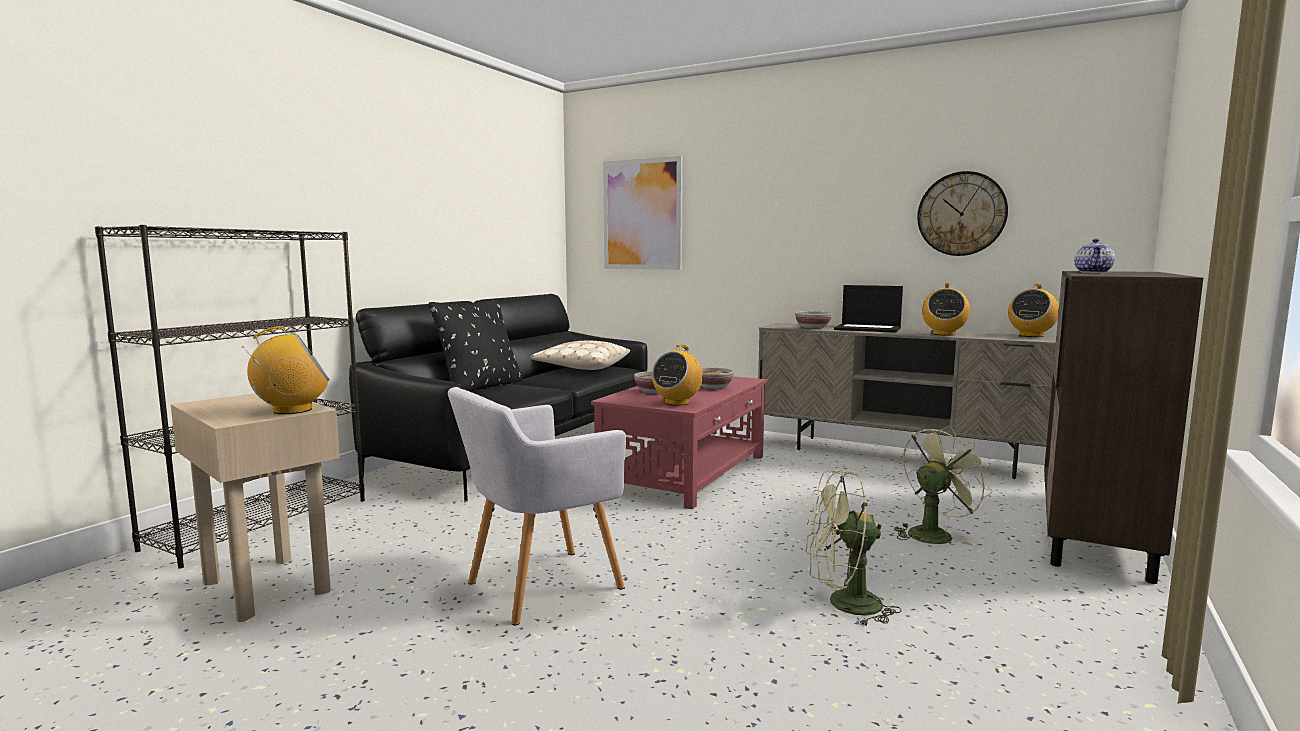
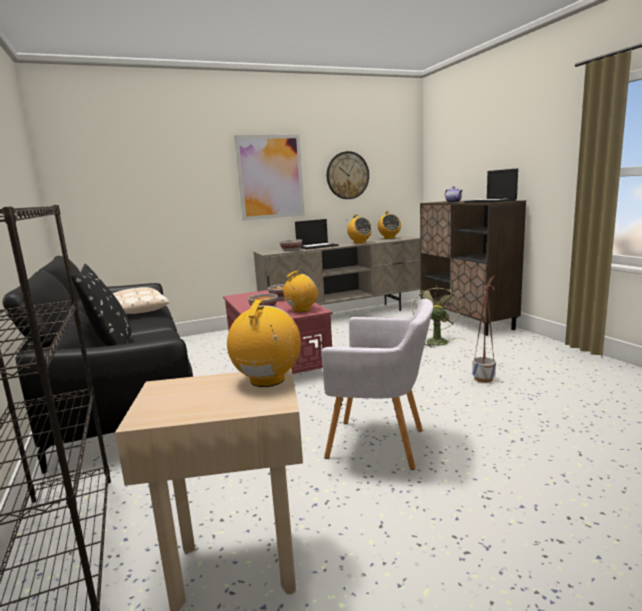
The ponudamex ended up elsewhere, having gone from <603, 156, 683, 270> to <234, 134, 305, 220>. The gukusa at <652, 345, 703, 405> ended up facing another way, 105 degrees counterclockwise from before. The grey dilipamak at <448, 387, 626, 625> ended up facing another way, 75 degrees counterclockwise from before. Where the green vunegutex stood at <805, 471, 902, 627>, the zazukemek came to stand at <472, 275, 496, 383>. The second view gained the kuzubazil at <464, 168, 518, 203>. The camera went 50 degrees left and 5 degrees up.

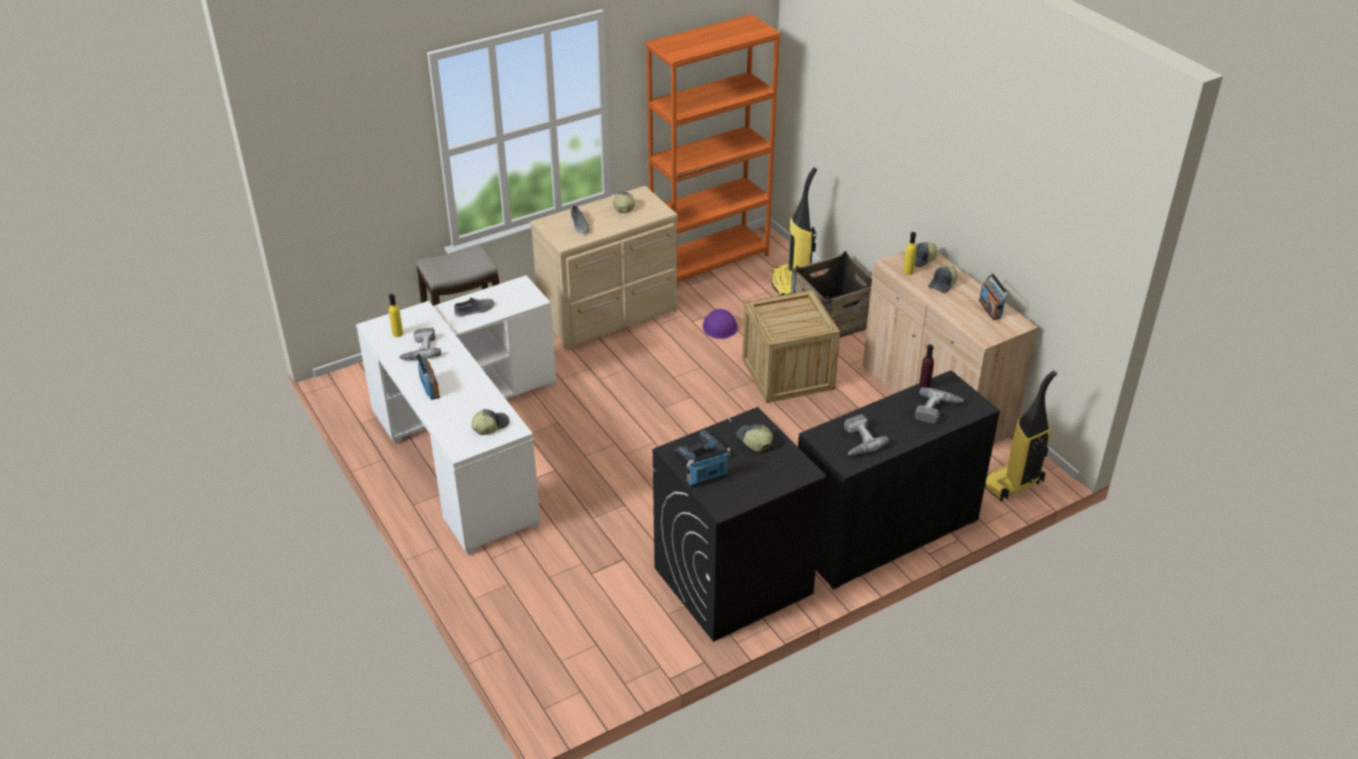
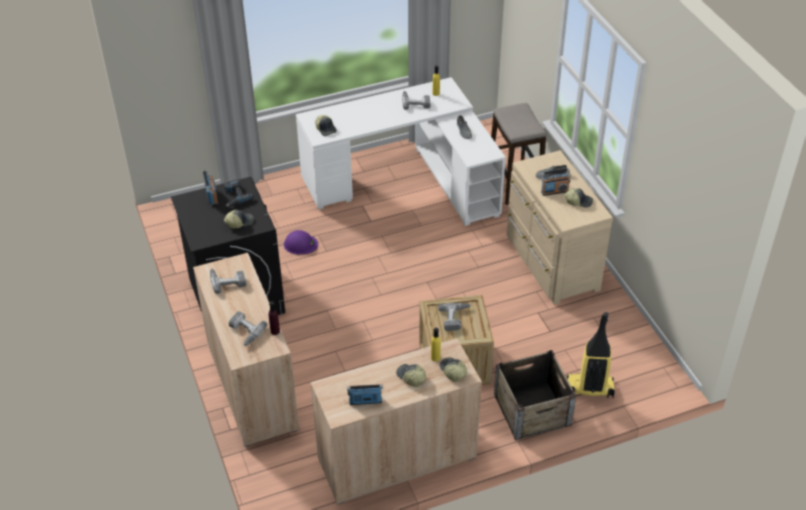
The second view lost the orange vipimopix at <646, 14, 781, 282>. The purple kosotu ended up elsewhere, having gone from <703, 309, 738, 339> to <284, 230, 318, 255>. The gukusa ended up elsewhere, having gone from <416, 353, 440, 400> to <541, 169, 570, 196>. What was the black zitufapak at <798, 370, 1000, 590> turned into the beige zitufapak at <193, 253, 299, 447>. The second view lost the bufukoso at <985, 371, 1057, 501>. The second view gained the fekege at <438, 303, 471, 331>. The camera went 100 degrees right and 5 degrees up.

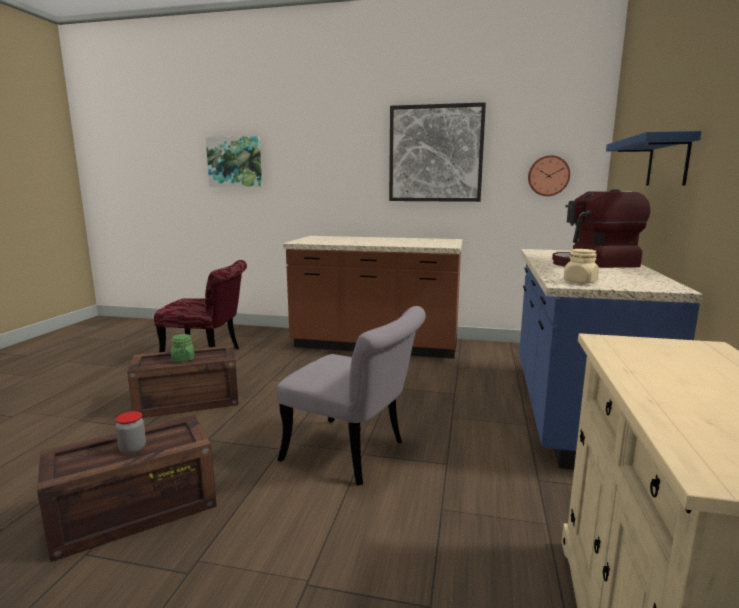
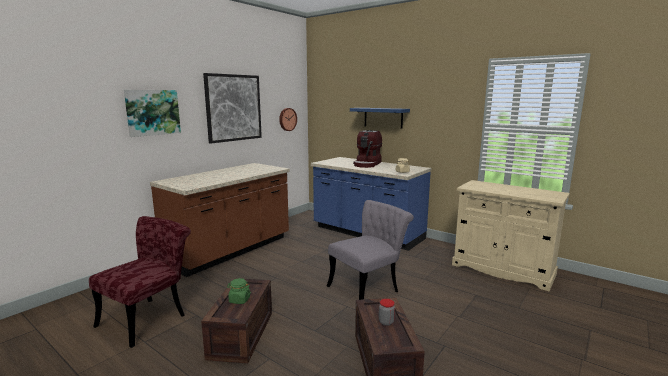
The ponudamex ended up elsewhere, having gone from <206, 136, 262, 187> to <124, 90, 181, 137>. The camera went 65 degrees left and 0 degrees up.

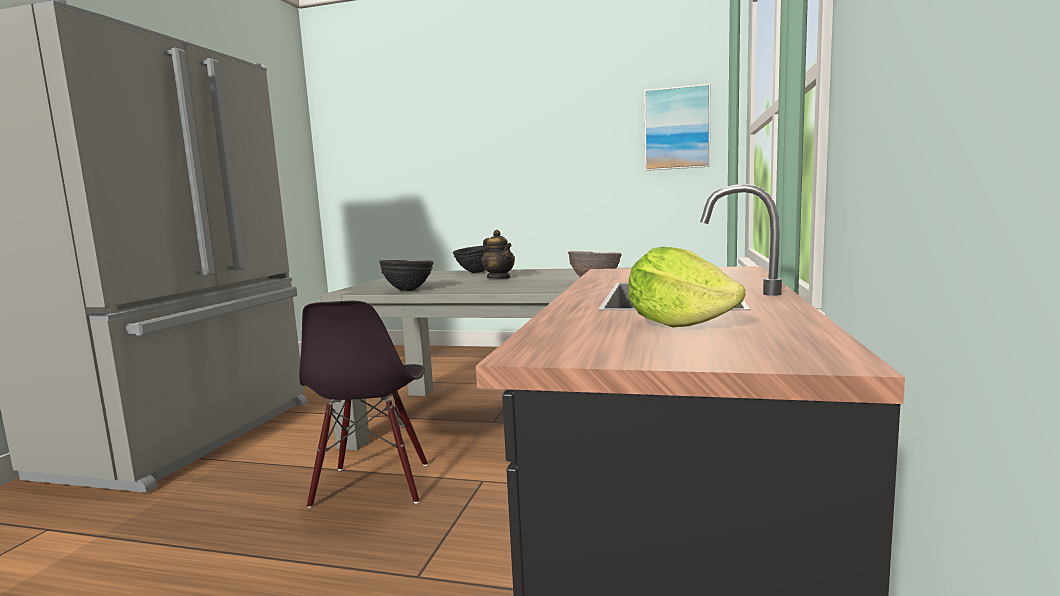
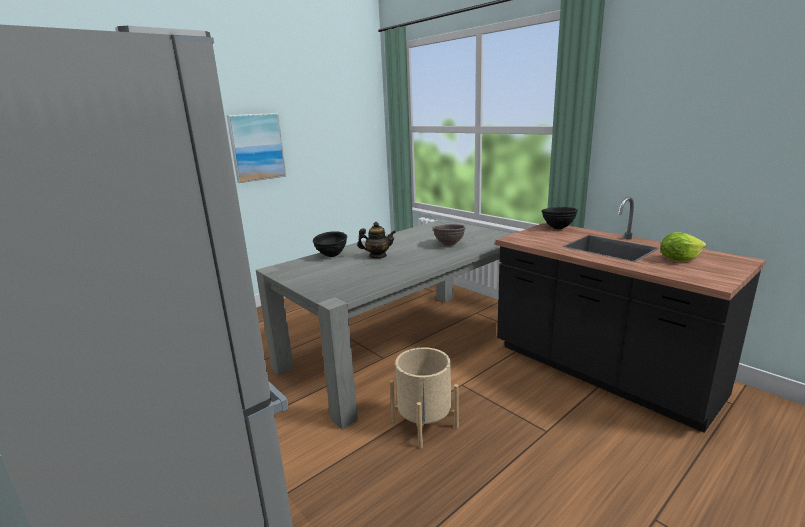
The ponudamex ended up elsewhere, having gone from <644, 84, 710, 171> to <226, 113, 286, 183>. The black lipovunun ended up elsewhere, having gone from <379, 260, 434, 291> to <541, 207, 578, 229>. Where the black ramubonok stood at <299, 301, 428, 508>, the beige zazukemek came to stand at <390, 347, 459, 448>. The camera went 55 degrees left and 10 degrees up.

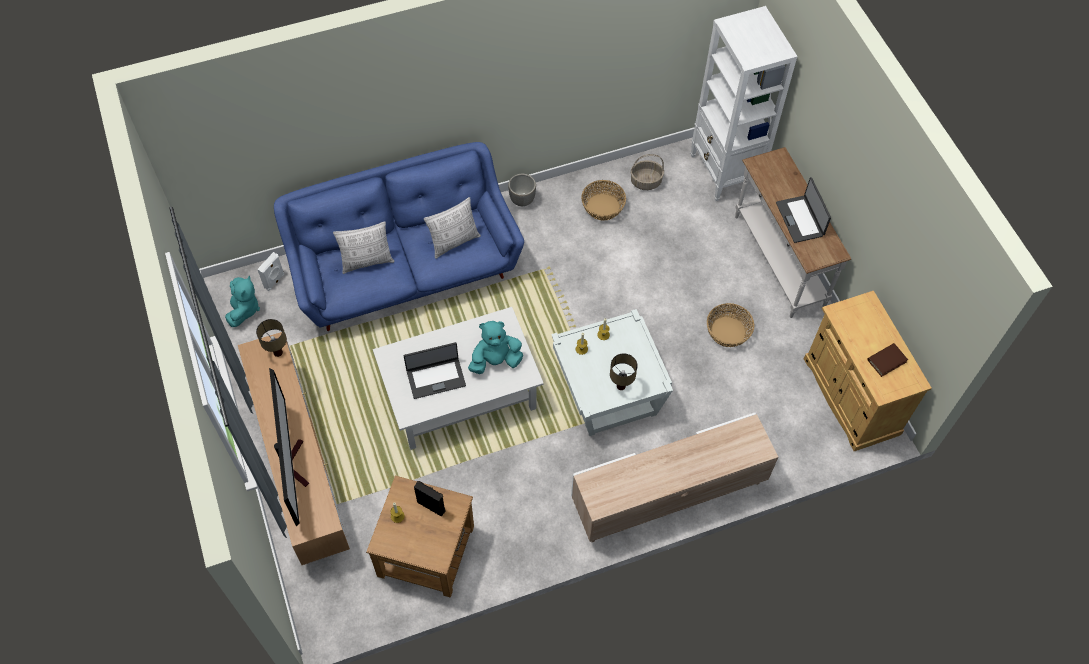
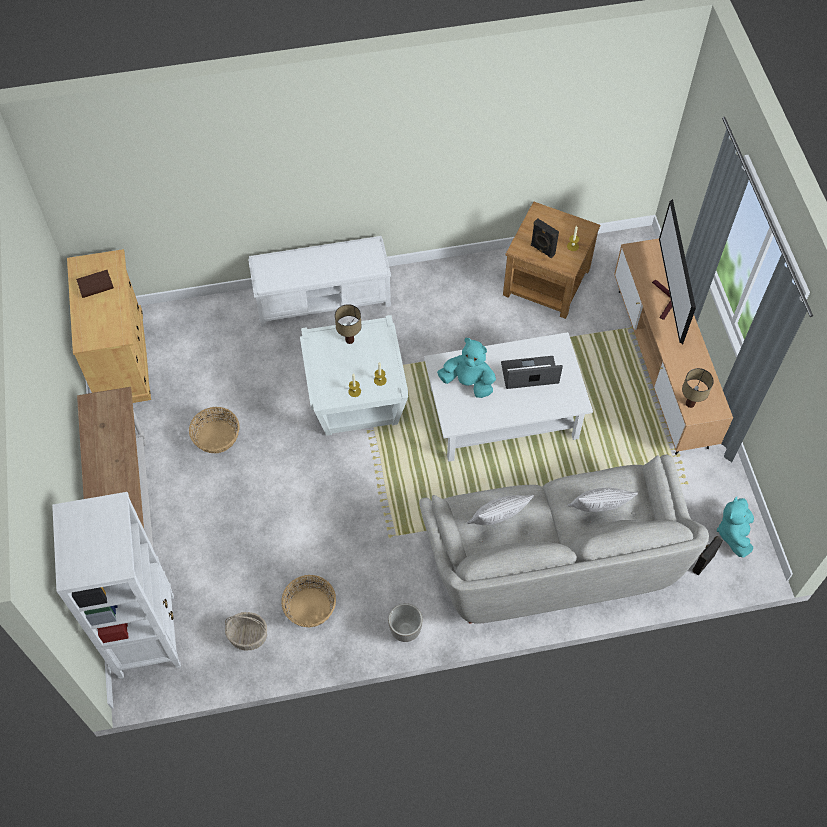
What was the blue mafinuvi at <274, 142, 524, 331> turned into the grey mafinuvi at <419, 455, 709, 624>. The second view lost the kuzubazil at <776, 177, 831, 243>. What was the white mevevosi at <257, 252, 284, 291> turned into the black mevevosi at <693, 536, 723, 575>. The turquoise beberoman at <468, 321, 523, 374> ended up facing another way, 150 degrees counterclockwise from before. Where the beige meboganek stood at <571, 413, 778, 542>, the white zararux came to stand at <248, 236, 391, 327>. The camera went 170 degrees left and 0 degrees up.

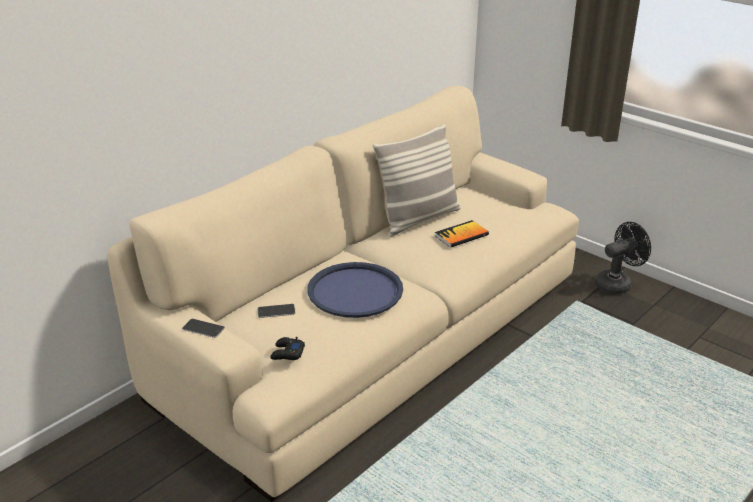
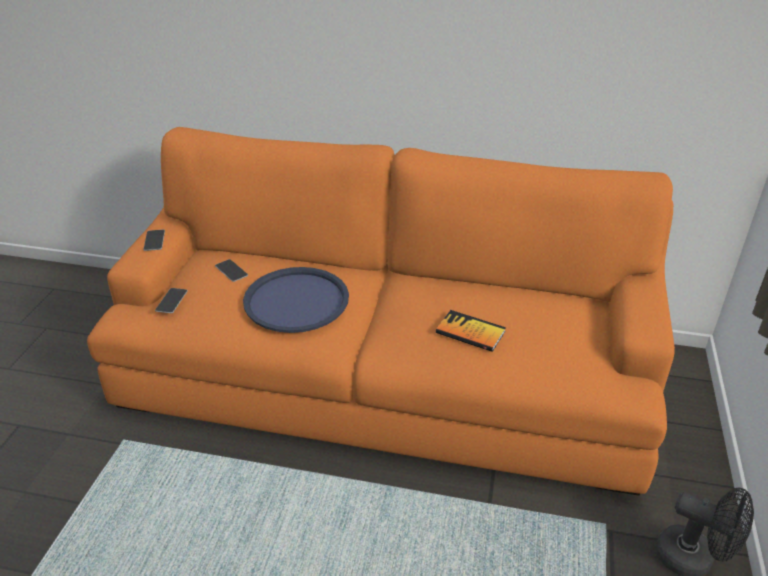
What was the beige mafinuvi at <107, 86, 579, 502> turned into the orange mafinuvi at <87, 127, 675, 496>. The second view lost the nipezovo at <373, 124, 461, 237>. Where the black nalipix stood at <270, 337, 305, 360>, the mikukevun came to stand at <155, 288, 188, 313>. The camera went 60 degrees right and 5 degrees up.

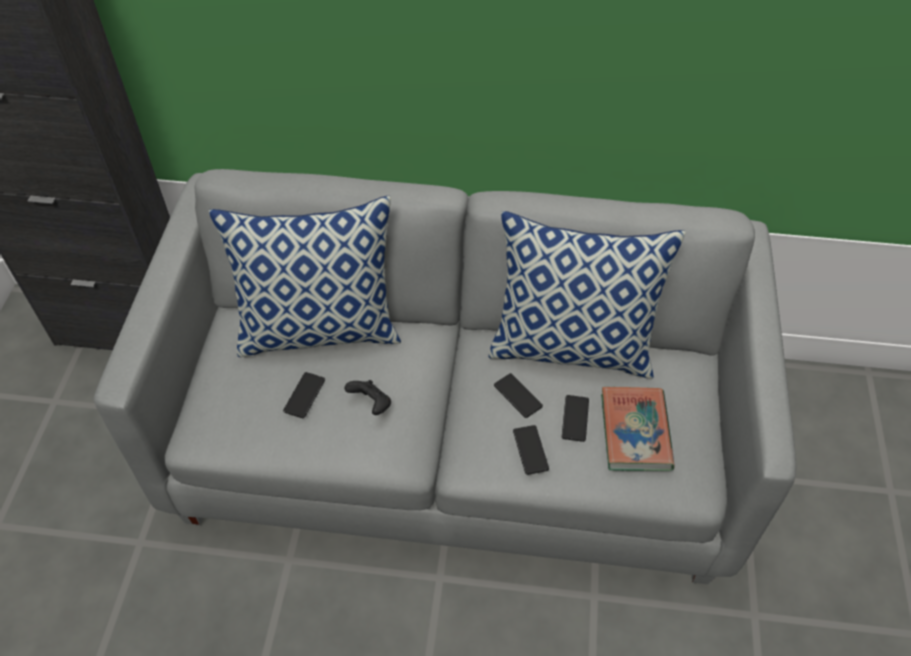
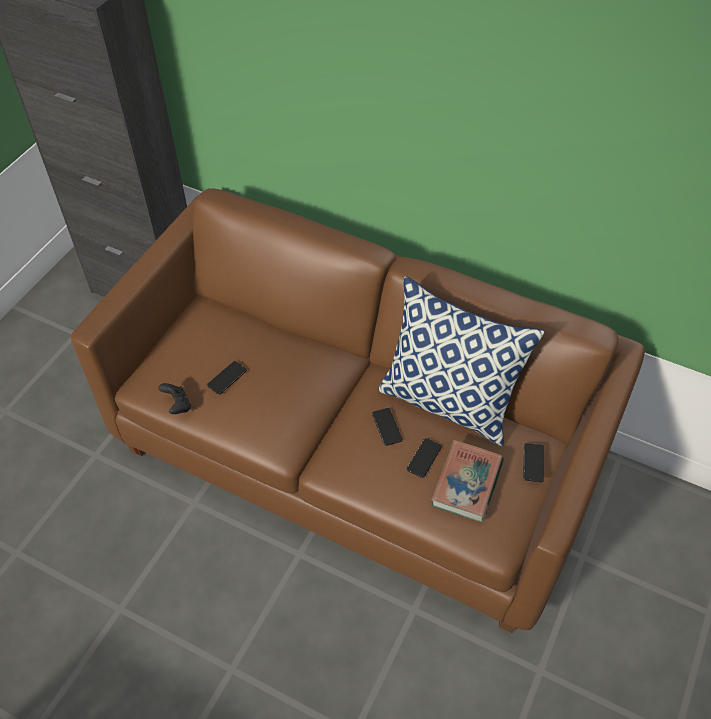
What was the grey mafinuvi at <94, 169, 796, 584> turned into the brown mafinuvi at <71, 188, 645, 633>. The second view lost the nipezovo at <209, 196, 401, 357>. The black nalipix ended up elsewhere, having gone from <344, 380, 391, 415> to <158, 383, 191, 414>. The mikukevun ended up elsewhere, having gone from <513, 425, 549, 475> to <523, 443, 544, 482>. The camera went 20 degrees right and 0 degrees up.

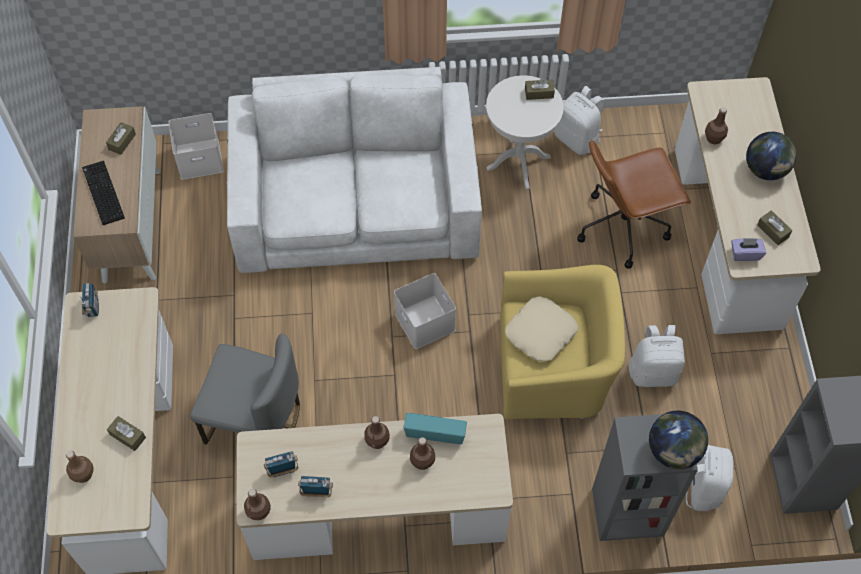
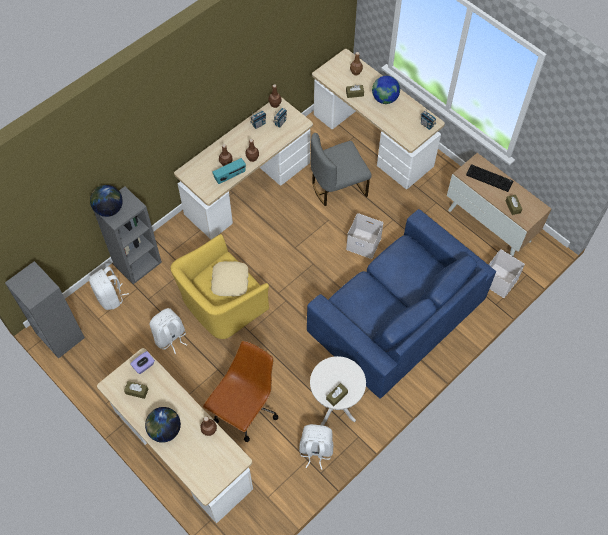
What was the white mafinuvi at <227, 67, 482, 273> turned into the blue mafinuvi at <307, 209, 496, 399>. The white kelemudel ended up elsewhere, having gone from <394, 273, 456, 349> to <346, 213, 384, 259>. The second view gained the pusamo at <372, 76, 400, 104>. The camera went 140 degrees right and 0 degrees up.

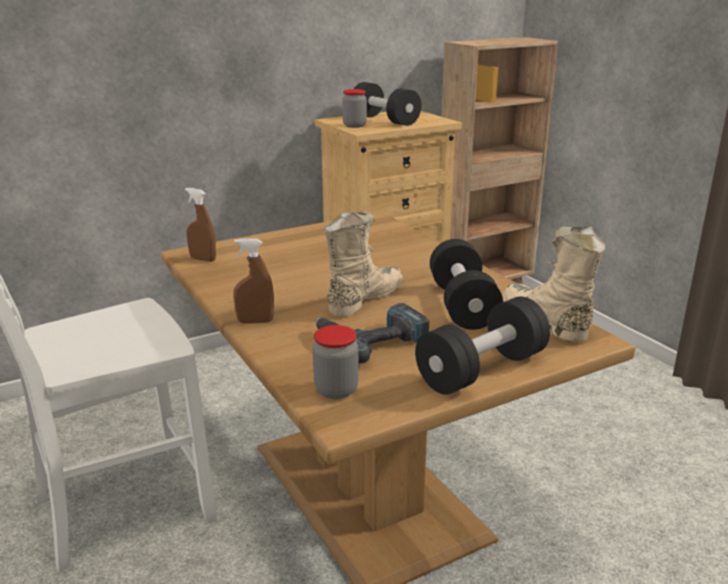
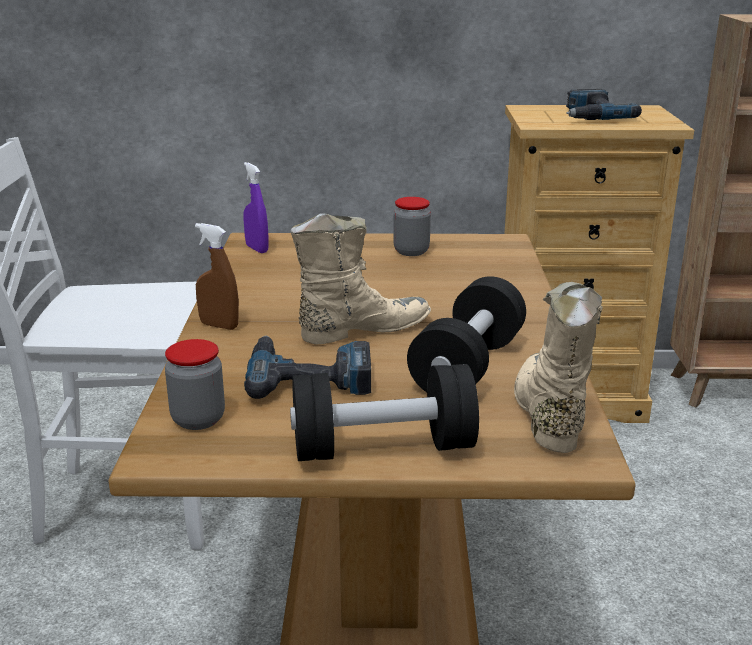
Where the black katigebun stood at <354, 82, 421, 126>, the fekege came to stand at <566, 89, 642, 120>. The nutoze ended up elsewhere, having gone from <342, 89, 367, 128> to <393, 197, 431, 256>. What was the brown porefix at <185, 188, 216, 262> turned into the purple porefix at <243, 162, 269, 253>. The camera went 30 degrees right and 0 degrees up.

